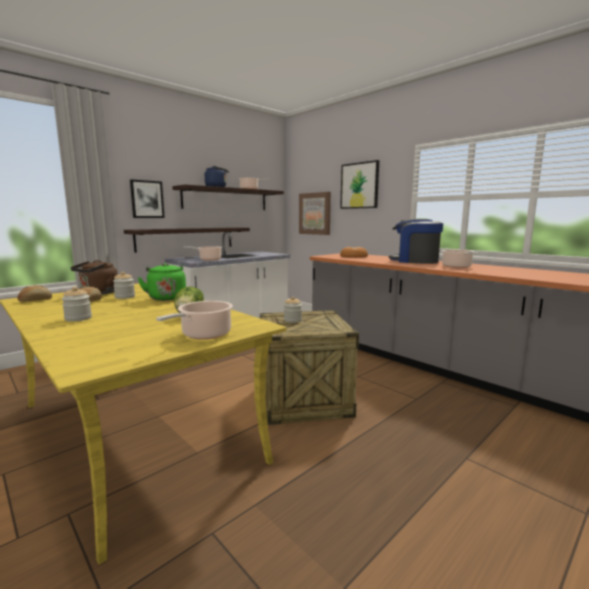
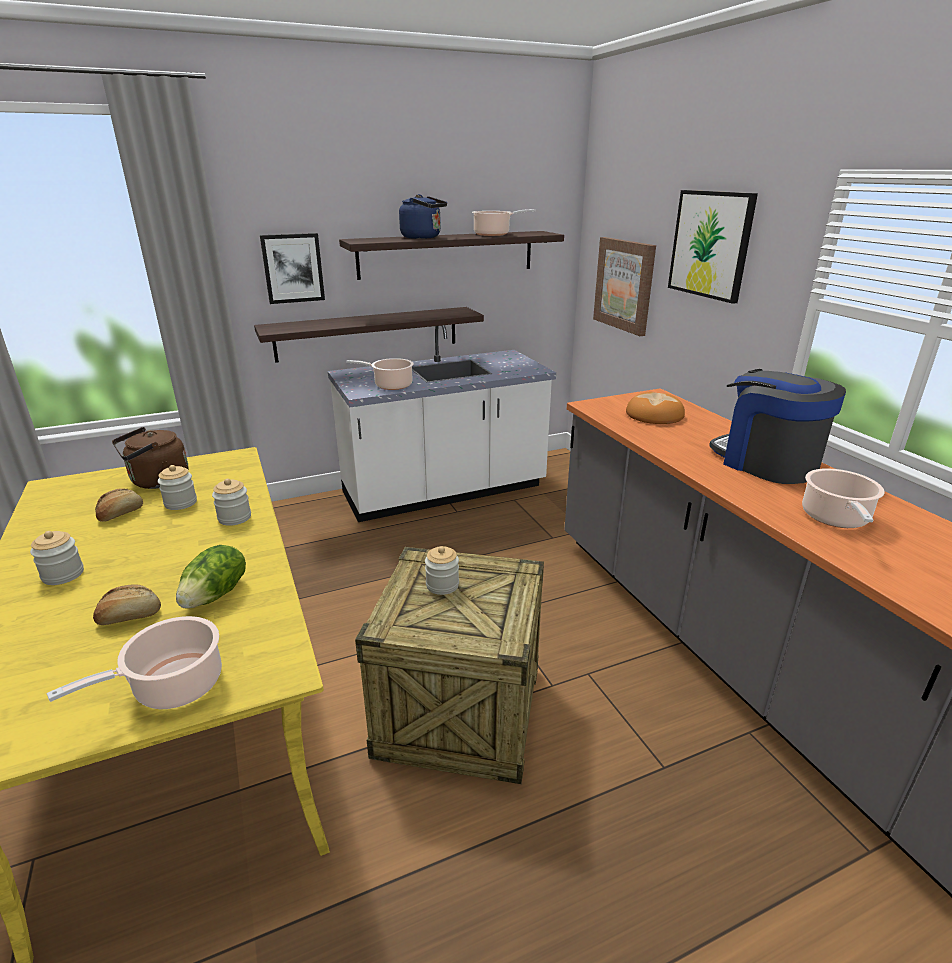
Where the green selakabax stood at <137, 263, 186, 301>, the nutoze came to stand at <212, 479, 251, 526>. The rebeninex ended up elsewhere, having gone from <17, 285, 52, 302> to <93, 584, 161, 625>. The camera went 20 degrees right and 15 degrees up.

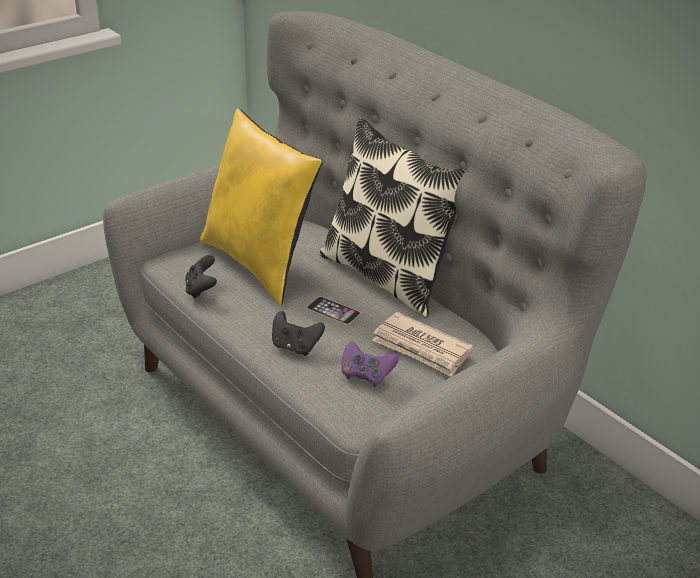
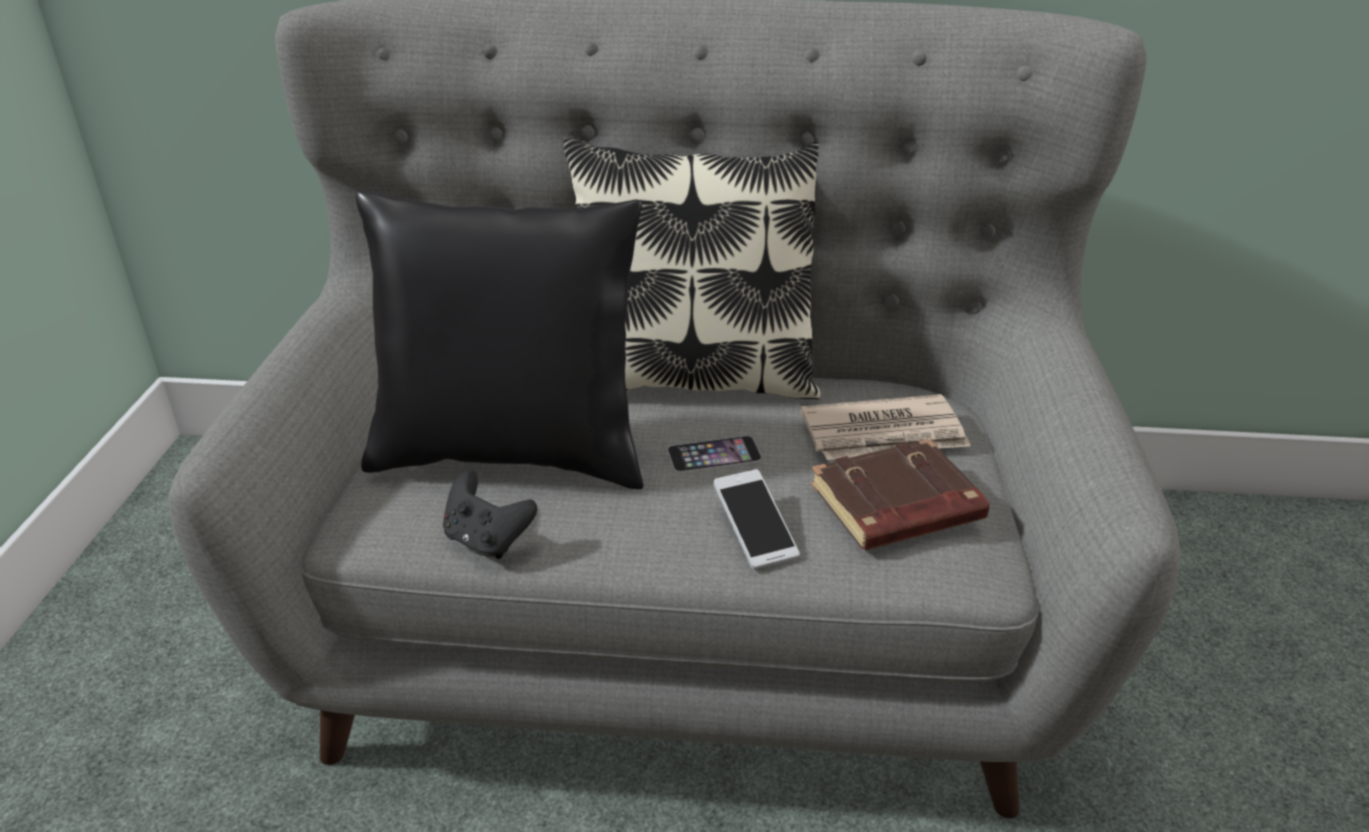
What was the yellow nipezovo at <200, 108, 322, 305> turned into the black nipezovo at <356, 190, 644, 489>. Where the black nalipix stood at <272, 311, 325, 356>, the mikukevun came to stand at <713, 469, 800, 570>. Where the purple nalipix stood at <341, 342, 399, 387>, the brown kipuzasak came to stand at <811, 439, 990, 550>. The camera went 45 degrees left and 0 degrees up.

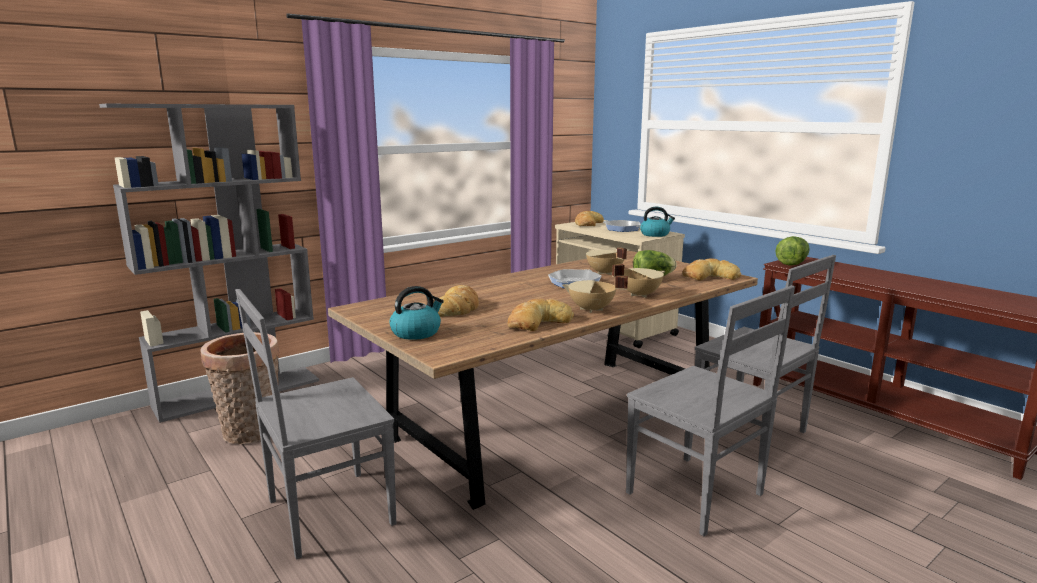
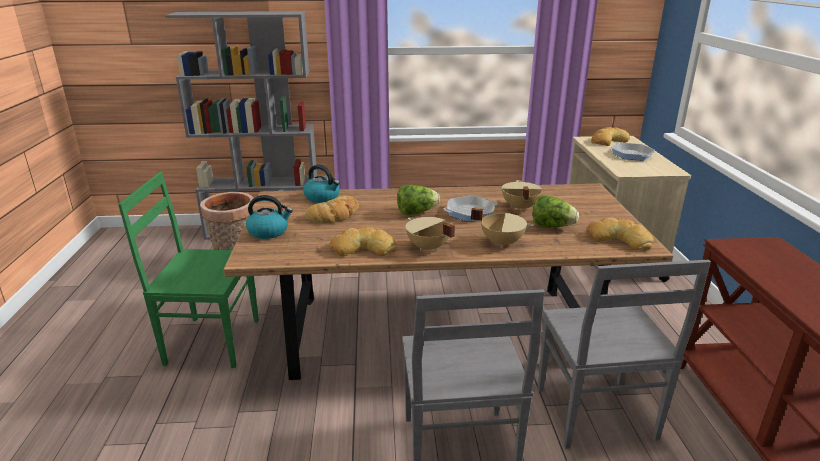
The selakabax ended up elsewhere, having gone from <640, 207, 675, 237> to <303, 164, 340, 203>. The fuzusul ended up elsewhere, having gone from <776, 236, 810, 266> to <397, 185, 440, 215>. What was the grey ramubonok at <235, 289, 396, 560> turned into the green ramubonok at <118, 172, 259, 368>. The camera went 35 degrees right and 10 degrees up.

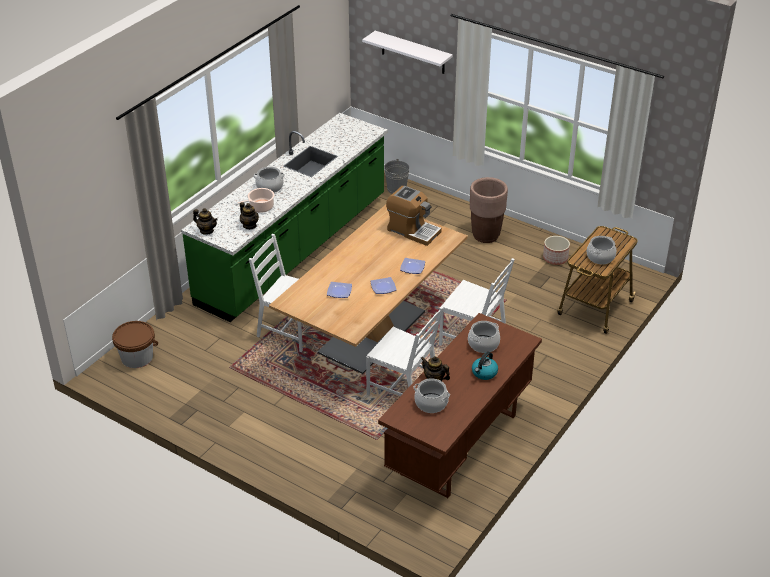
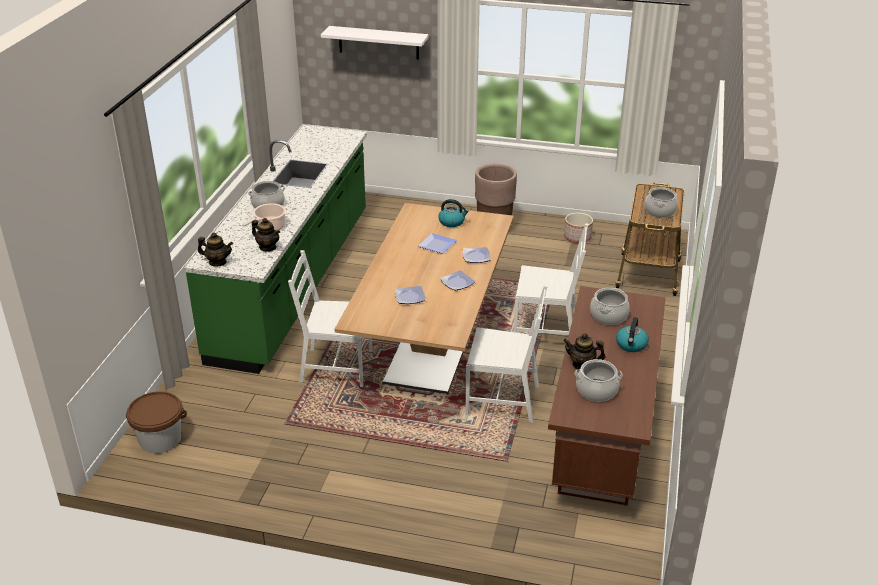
The second view lost the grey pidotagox at <384, 159, 410, 194>. Where the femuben stood at <386, 186, 442, 246>, the selakabax came to stand at <438, 199, 469, 227>. The second view gained the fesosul at <418, 233, 457, 254>. The camera went 20 degrees left and 5 degrees down.

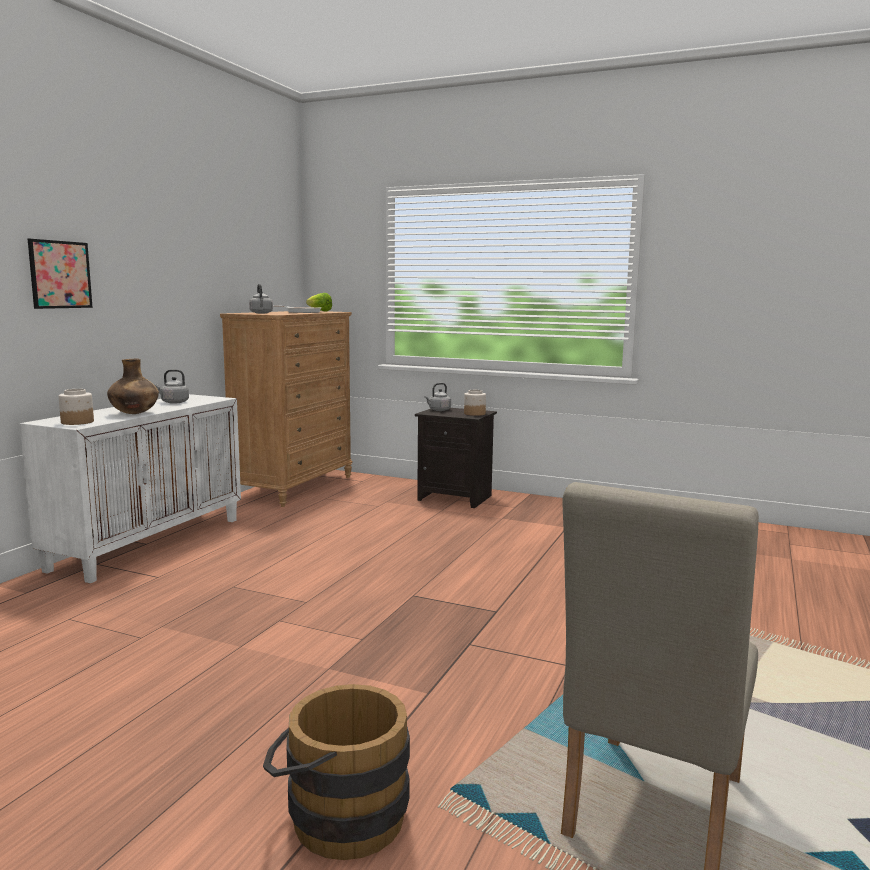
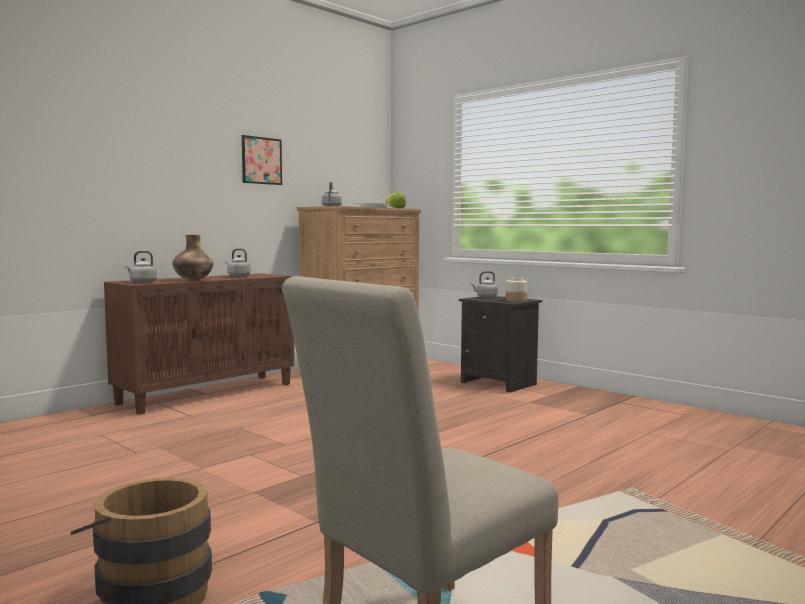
The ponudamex ended up elsewhere, having gone from <28, 239, 93, 309> to <242, 135, 282, 185>. Where the nutoze stood at <59, 389, 94, 425>, the grey selakabax came to stand at <125, 251, 157, 283>. What was the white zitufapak at <20, 394, 241, 583> turned into the brown zitufapak at <104, 273, 294, 415>. The camera went 20 degrees right and 5 degrees down.

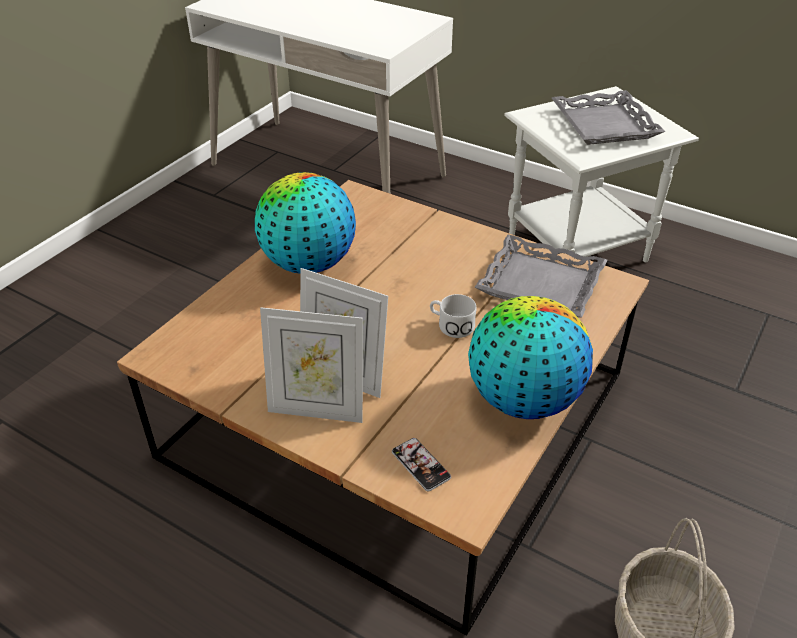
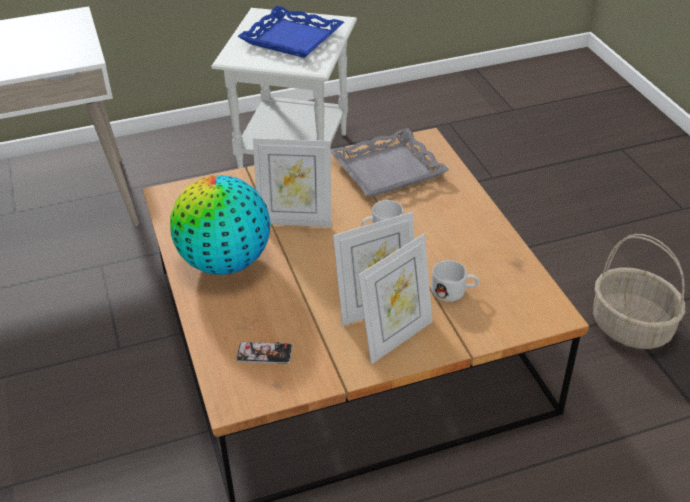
What was the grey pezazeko at <552, 90, 665, 145> turned into the blue pezazeko at <237, 6, 344, 58>. The second view lost the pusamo at <468, 296, 593, 419>. The mikukevun ended up elsewhere, having gone from <392, 438, 451, 491> to <236, 341, 292, 364>. The second view gained the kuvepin at <253, 138, 331, 227>. The second view gained the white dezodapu at <431, 260, 479, 302>. The camera went 50 degrees left and 0 degrees up.

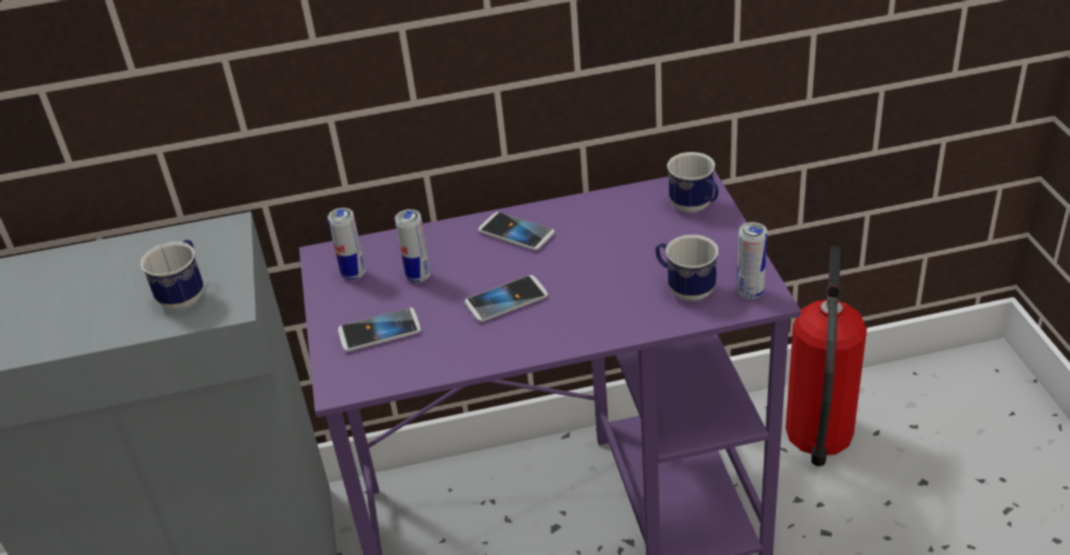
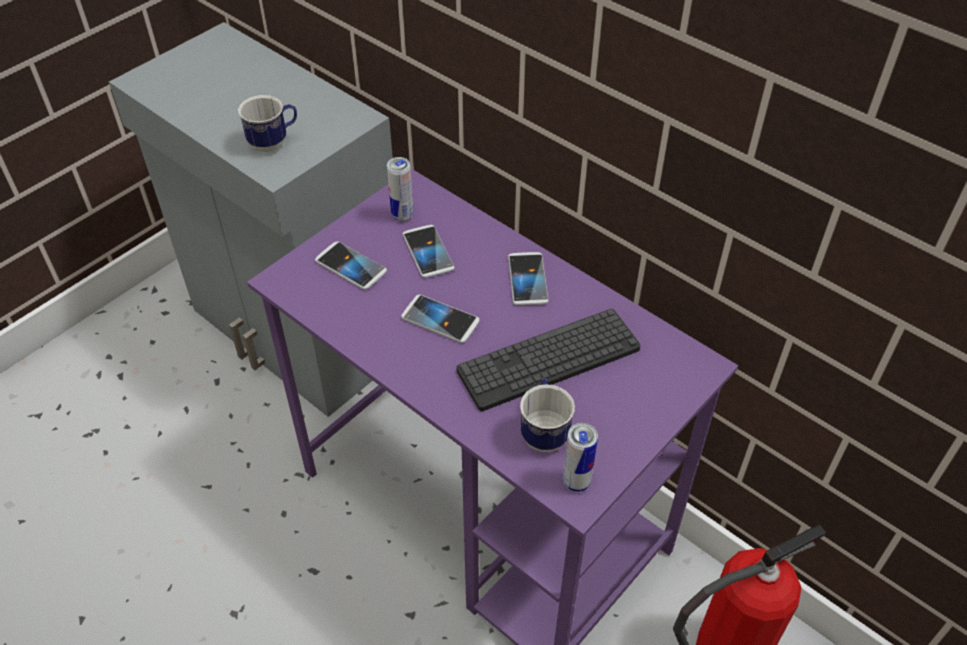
The second view lost the dezodapu at <667, 152, 719, 213>. Where the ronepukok stood at <395, 209, 431, 283>, the mikukevun came to stand at <402, 225, 455, 278>. The second view gained the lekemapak at <457, 309, 641, 411>. The camera went 50 degrees right and 10 degrees up.

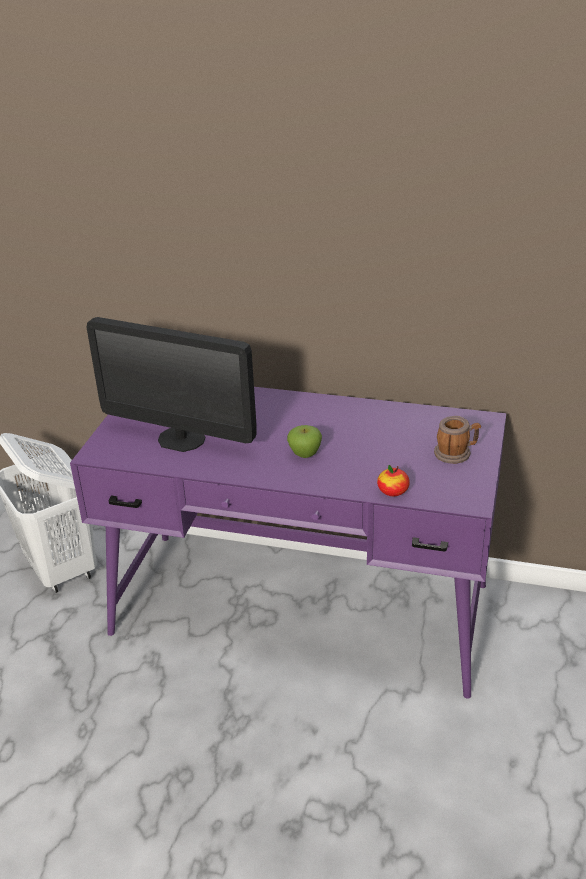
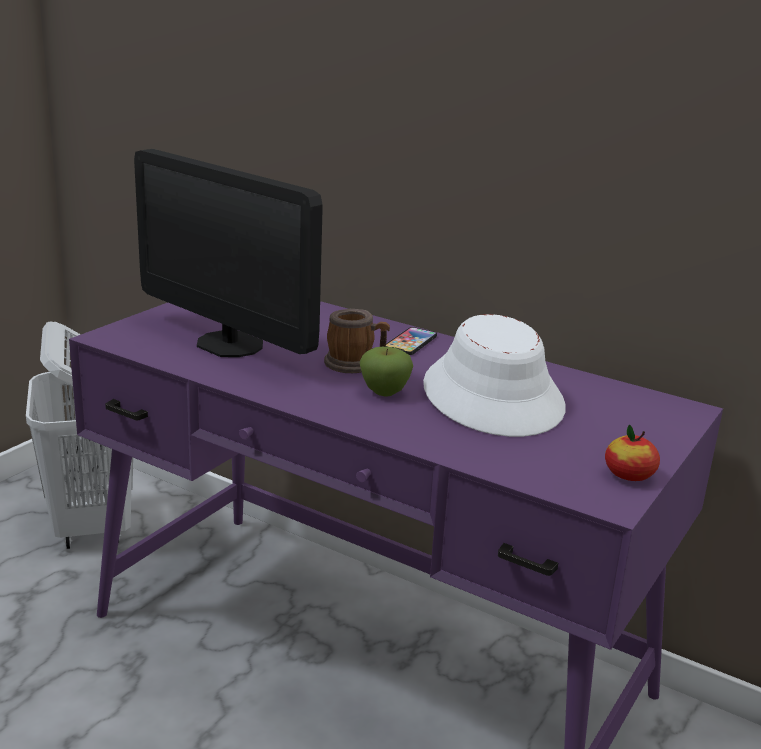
The dezodapu ended up elsewhere, having gone from <434, 416, 481, 464> to <324, 309, 390, 373>. The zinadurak ended up elsewhere, having gone from <377, 465, 410, 496> to <605, 425, 660, 481>. The second view gained the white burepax at <423, 314, 566, 437>. The second view gained the mikukevun at <386, 327, 437, 355>. The camera went 15 degrees right and 10 degrees down.

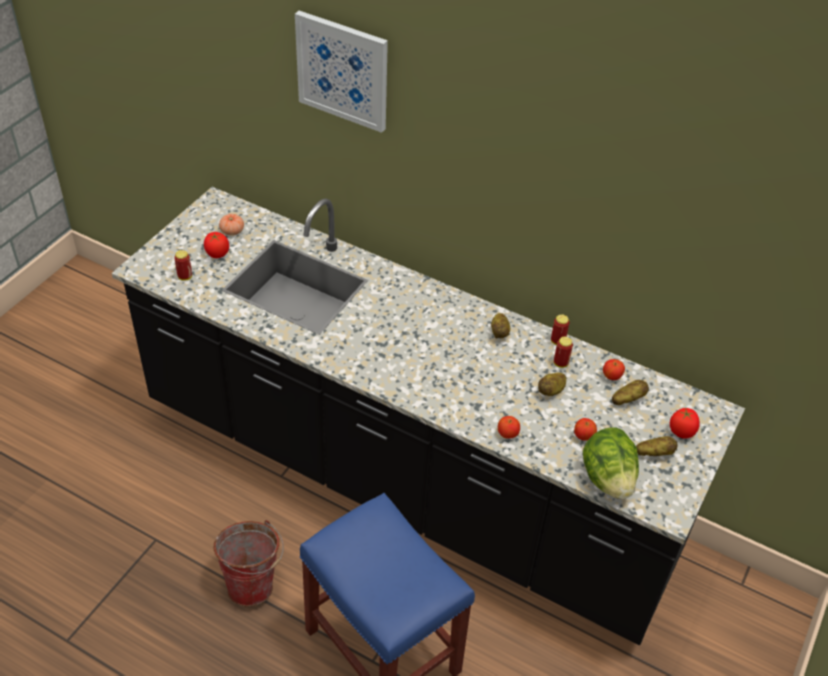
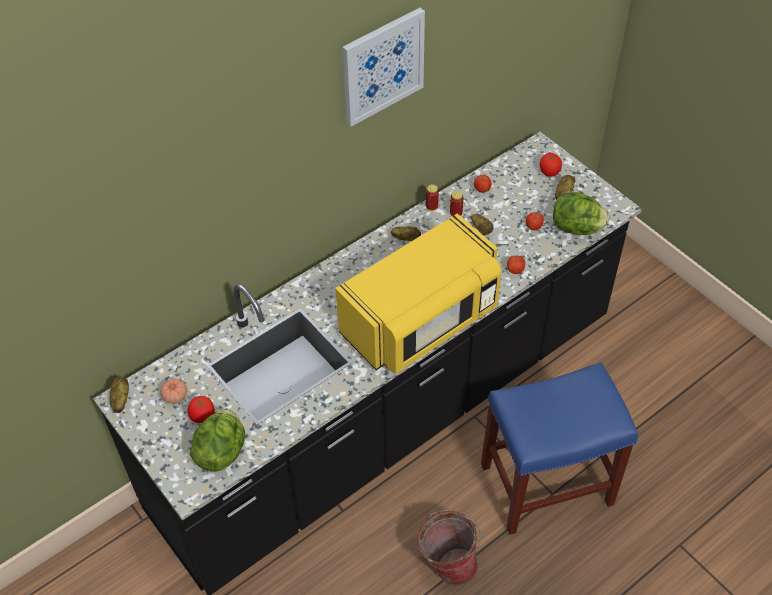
The ponudamex ended up elsewhere, having gone from <295, 11, 388, 133> to <342, 8, 425, 127>. Where the ronepukok stood at <174, 250, 192, 281>, the fuzusul came to stand at <190, 409, 245, 472>. The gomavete ended up elsewhere, having gone from <612, 380, 649, 405> to <110, 377, 129, 413>. The second view gained the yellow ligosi at <335, 214, 501, 374>. The camera went 65 degrees left and 5 degrees up.

